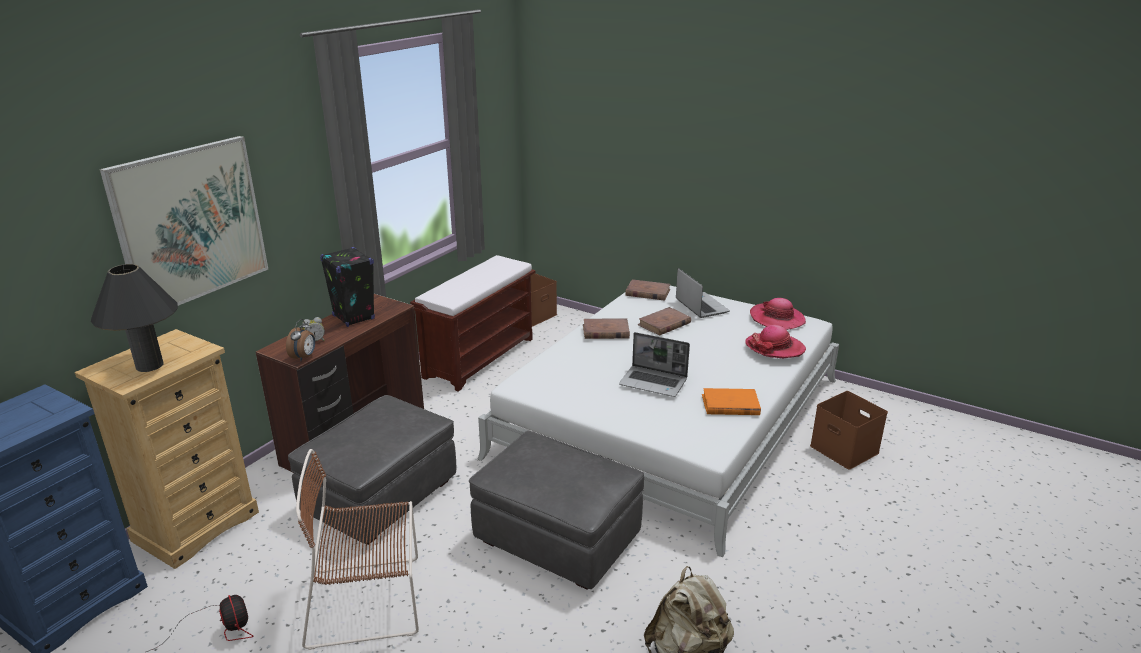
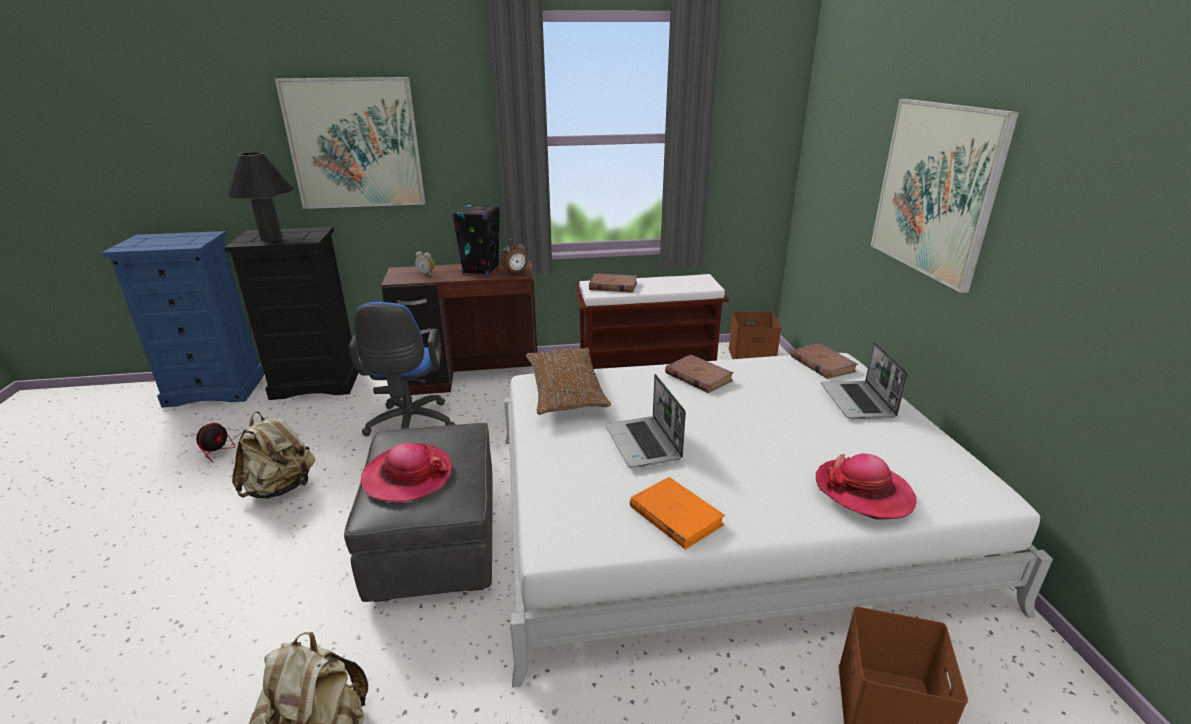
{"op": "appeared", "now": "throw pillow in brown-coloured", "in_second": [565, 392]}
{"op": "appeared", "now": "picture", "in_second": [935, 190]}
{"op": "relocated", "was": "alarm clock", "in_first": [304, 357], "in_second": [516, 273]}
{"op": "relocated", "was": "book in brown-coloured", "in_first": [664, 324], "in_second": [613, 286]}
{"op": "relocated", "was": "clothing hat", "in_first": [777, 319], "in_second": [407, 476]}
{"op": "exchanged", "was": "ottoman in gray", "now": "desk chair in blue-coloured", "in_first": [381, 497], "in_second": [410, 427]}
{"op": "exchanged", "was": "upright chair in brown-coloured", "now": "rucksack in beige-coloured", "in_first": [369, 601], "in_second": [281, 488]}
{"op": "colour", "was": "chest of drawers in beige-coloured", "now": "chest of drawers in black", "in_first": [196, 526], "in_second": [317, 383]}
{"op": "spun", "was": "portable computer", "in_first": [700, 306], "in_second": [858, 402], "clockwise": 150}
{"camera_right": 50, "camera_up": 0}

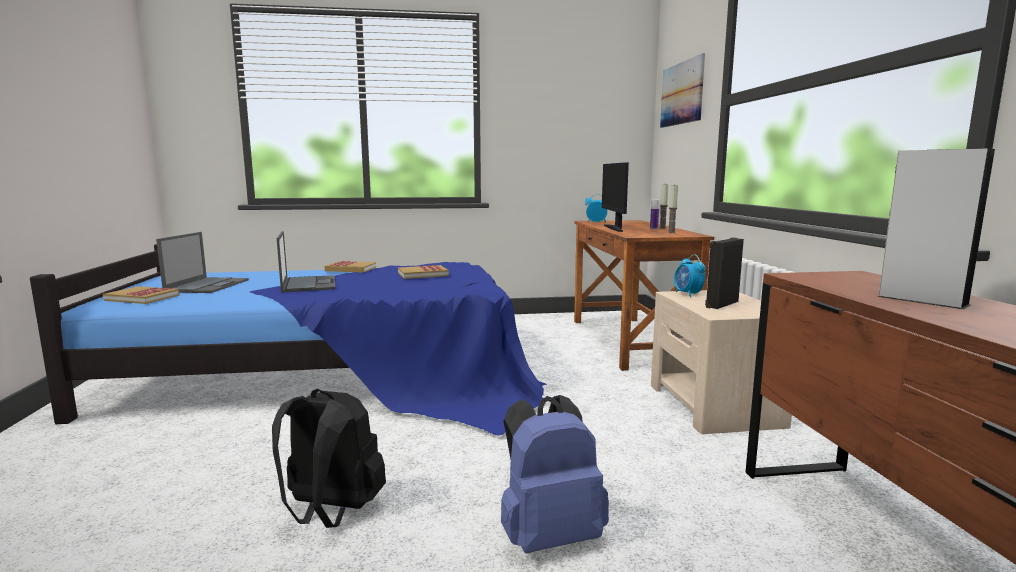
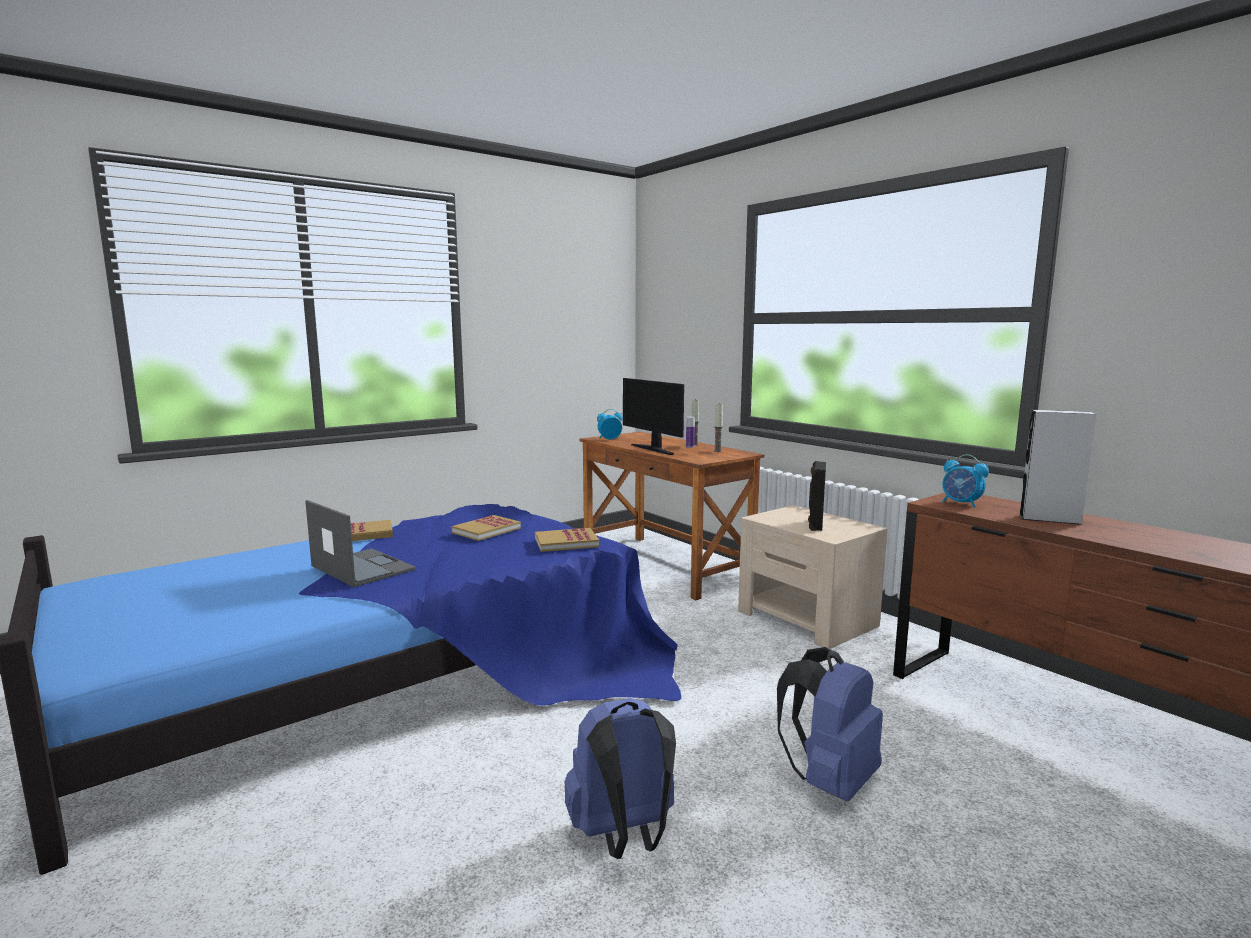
{"op": "missing", "was": "portable computer", "in_first": [208, 285]}
{"op": "missing", "was": "picture", "in_first": [681, 93]}
{"op": "relocated", "was": "book", "in_first": [142, 298], "in_second": [566, 542]}
{"op": "relocated", "was": "alarm clock", "in_first": [688, 294], "in_second": [961, 504]}
{"op": "colour", "was": "rucksack in black", "now": "rucksack in blue-coloured", "in_first": [331, 513], "in_second": [623, 837]}
{"camera_right": -30, "camera_up": 0}

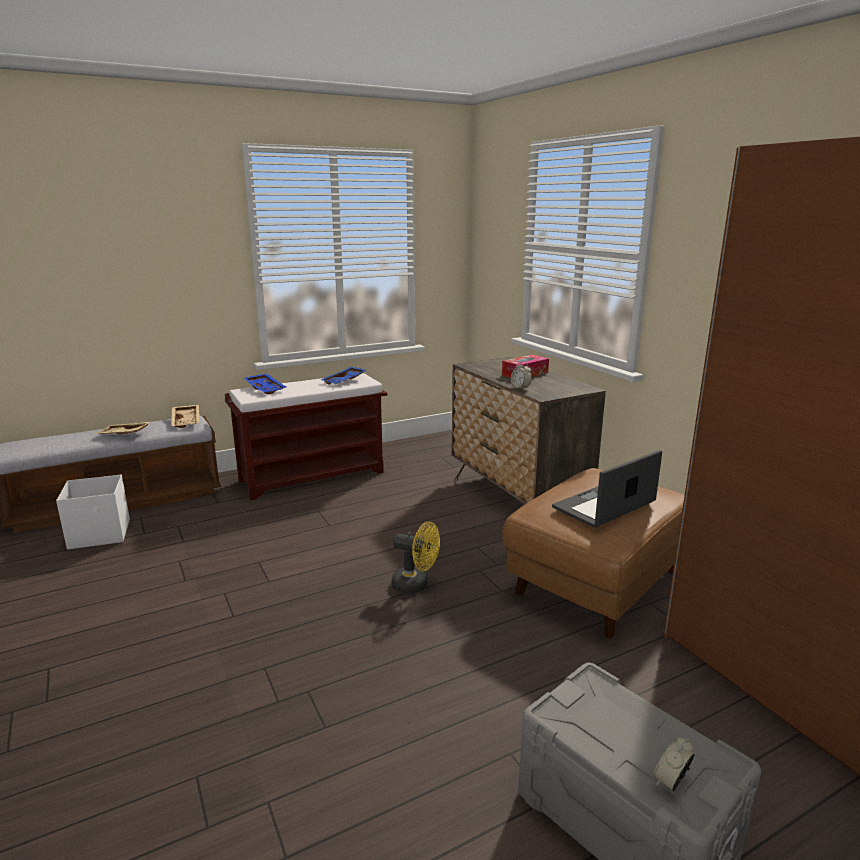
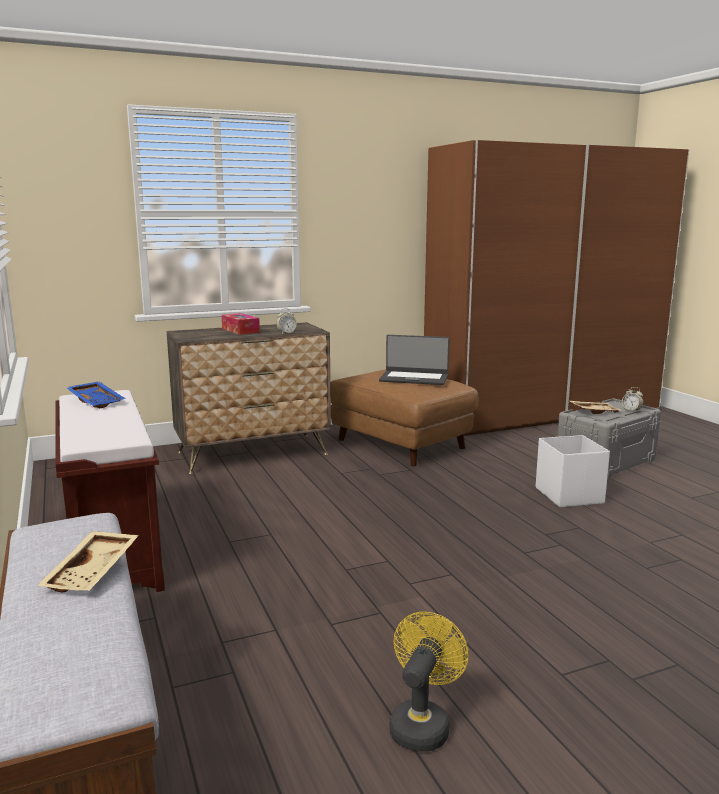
{"op": "missing", "was": "serving tray in blue-coloured", "in_first": [266, 389]}
{"op": "relocated", "was": "storage box in whitish", "in_first": [100, 534], "in_second": [569, 495]}
{"op": "relocated", "was": "serving tray in beige-coloured", "in_first": [187, 421], "in_second": [594, 412]}
{"op": "relocated", "was": "fan in yellow-coloured", "in_first": [416, 585], "in_second": [422, 723]}
{"op": "spun", "was": "portable computer", "in_first": [605, 506], "in_second": [414, 378], "clockwise": -45}
{"camera_right": -85, "camera_up": -5}

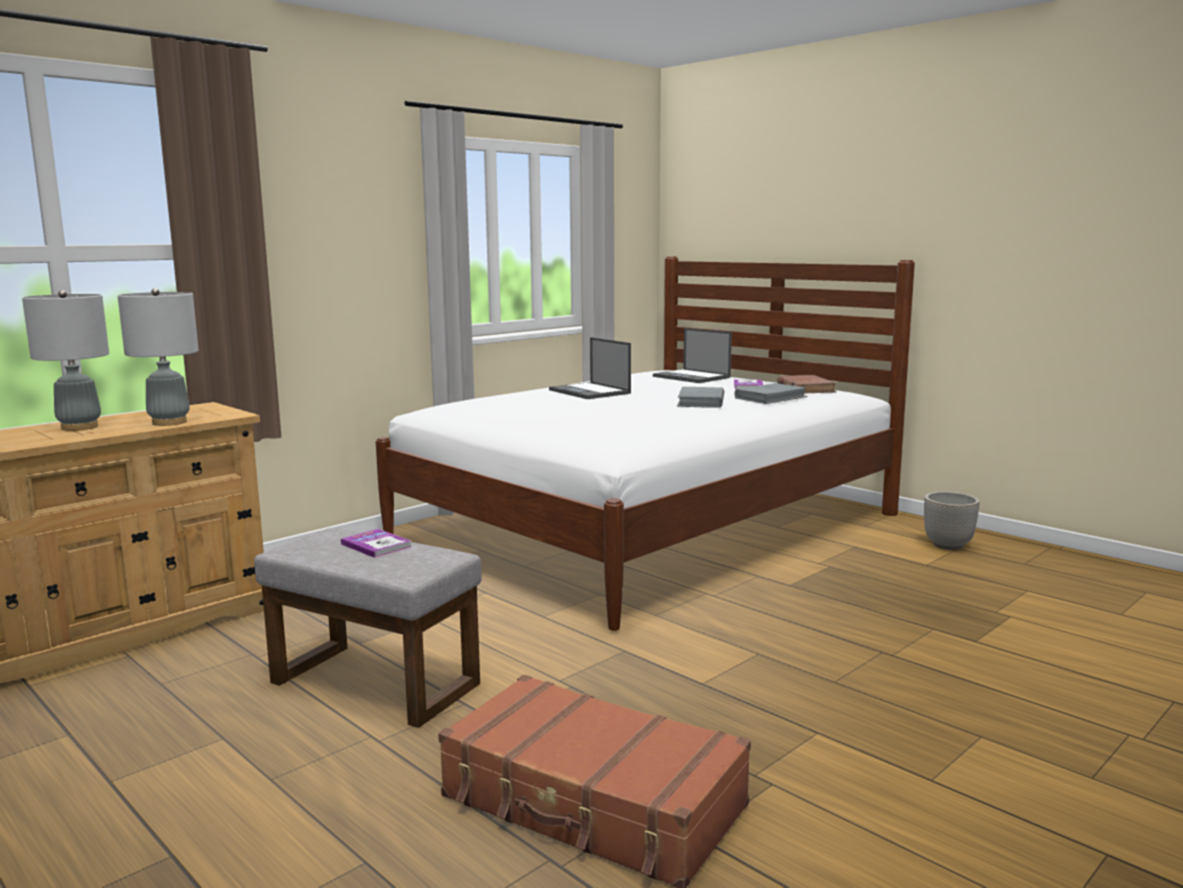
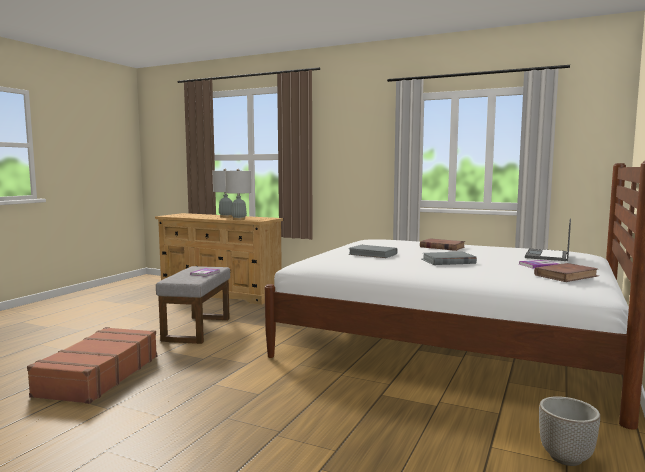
{"op": "relocated", "was": "book in gray", "in_first": [770, 398], "in_second": [373, 254]}
{"op": "exchanged", "was": "portable computer", "now": "book in brown-coloured", "in_first": [590, 392], "in_second": [442, 247]}
{"camera_right": 70, "camera_up": -5}

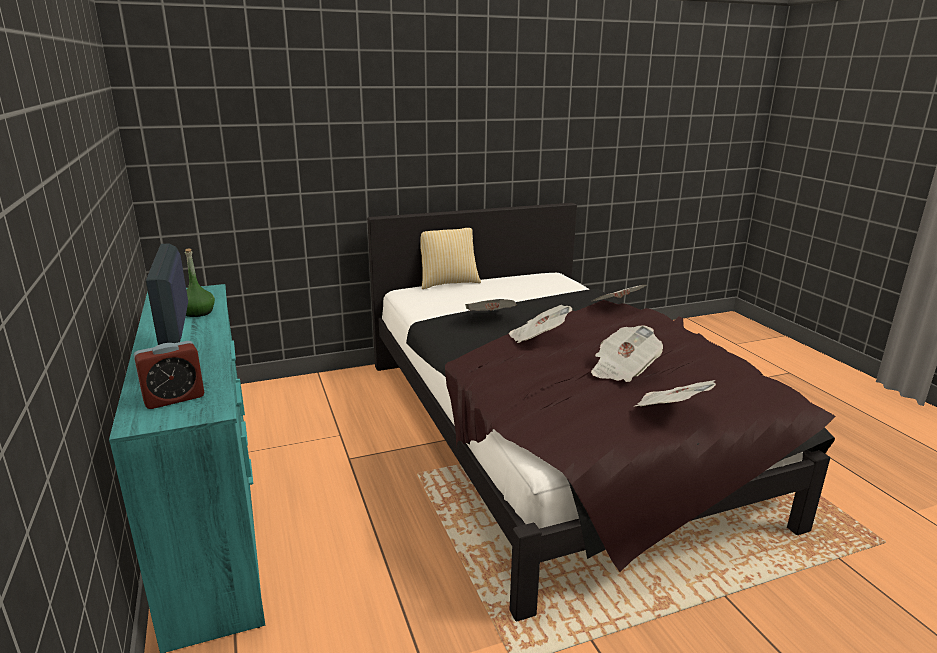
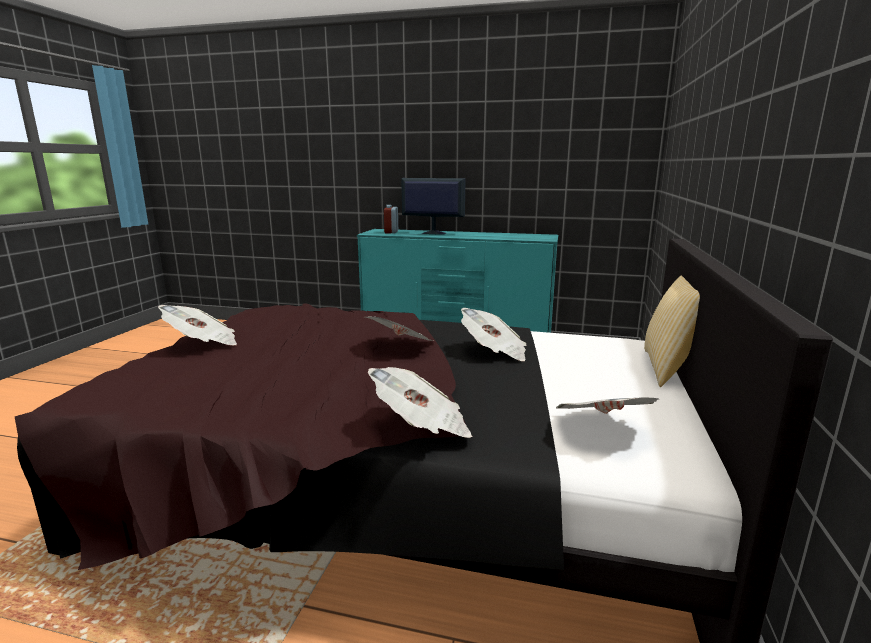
{"op": "missing", "was": "bottle in greenish", "in_first": [198, 312]}
{"op": "relocated", "was": "printed paper", "in_first": [622, 370], "in_second": [601, 428]}
{"camera_right": 125, "camera_up": -5}

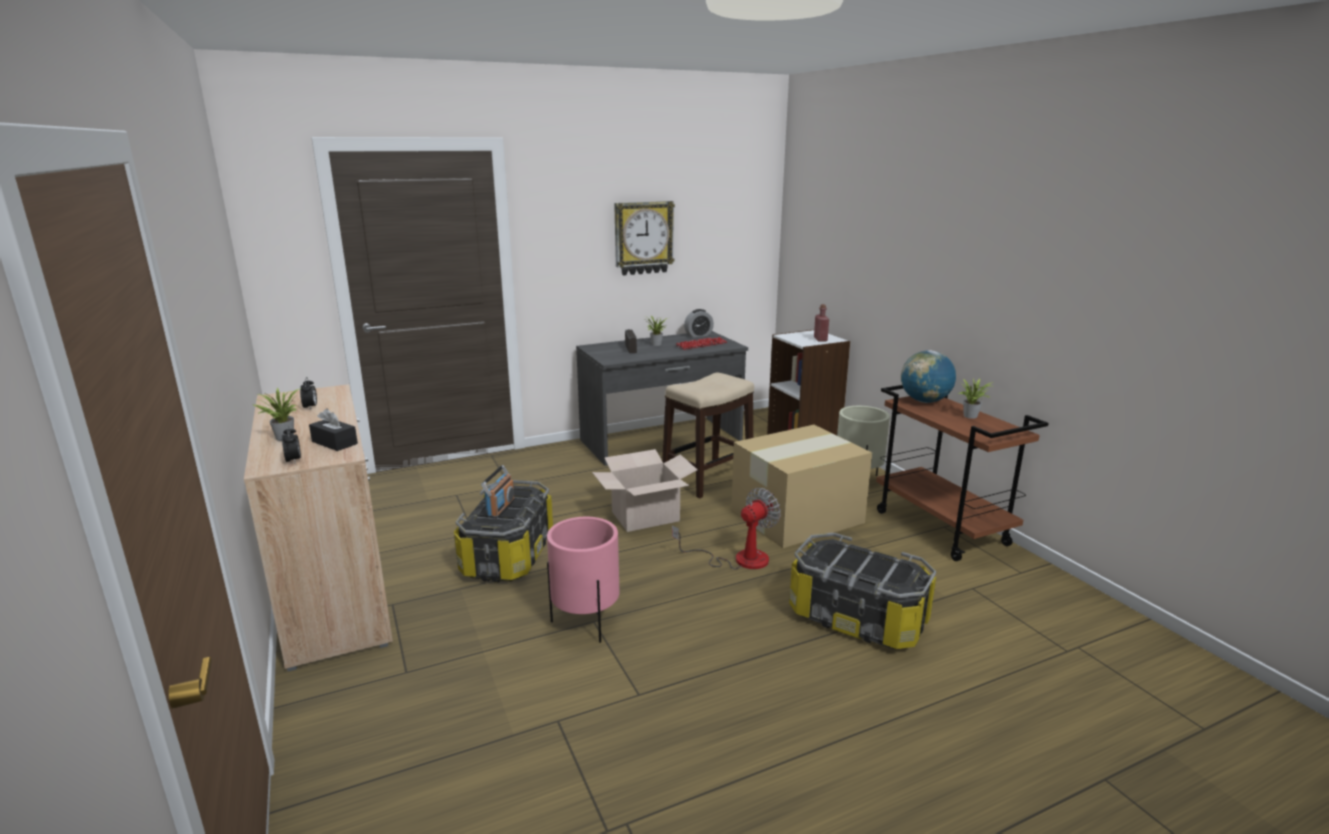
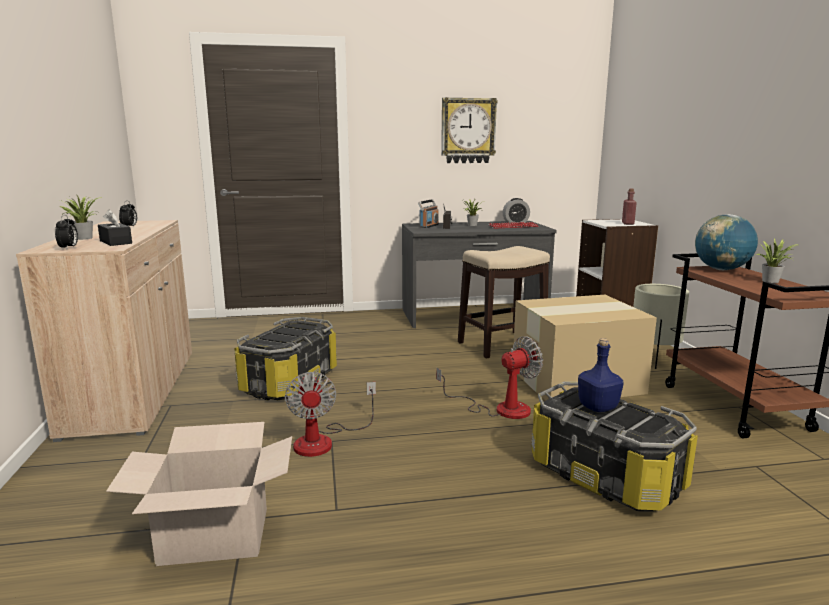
{"op": "appeared", "now": "bottle in blue-coloured", "in_second": [597, 407]}
{"op": "relocated", "was": "radio set", "in_first": [500, 508], "in_second": [429, 226]}
{"op": "relocated", "was": "cardboard box", "in_first": [645, 516], "in_second": [215, 535]}
{"op": "exchanged", "was": "flower pot in pink-coloured", "now": "fan", "in_first": [586, 622], "in_second": [324, 440]}
{"camera_right": 15, "camera_up": -5}

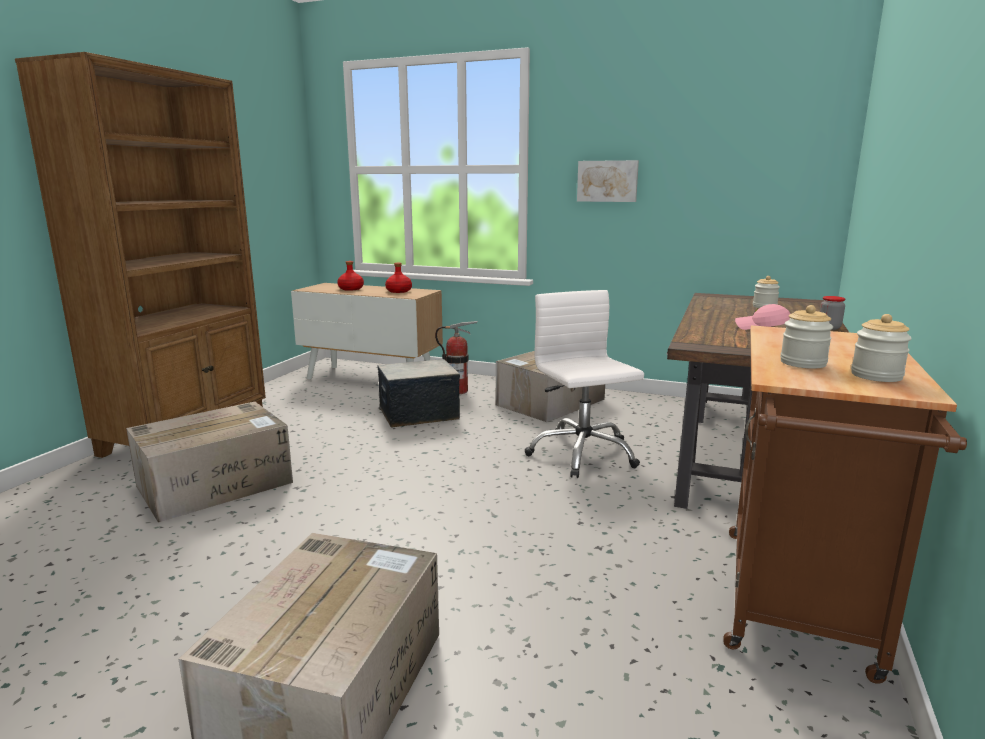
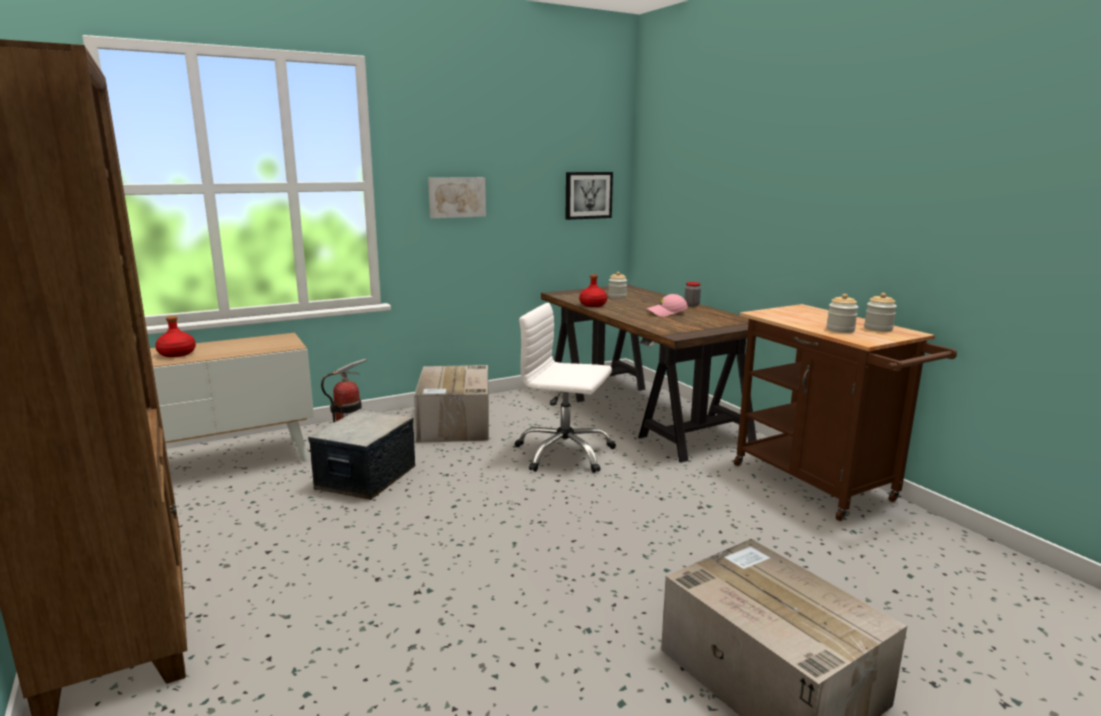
{"op": "missing", "was": "cardboard box", "in_first": [217, 483]}
{"op": "appeared", "now": "picture", "in_second": [588, 195]}
{"op": "relocated", "was": "bottle in reddish", "in_first": [398, 291], "in_second": [592, 305]}
{"camera_right": -50, "camera_up": 0}

